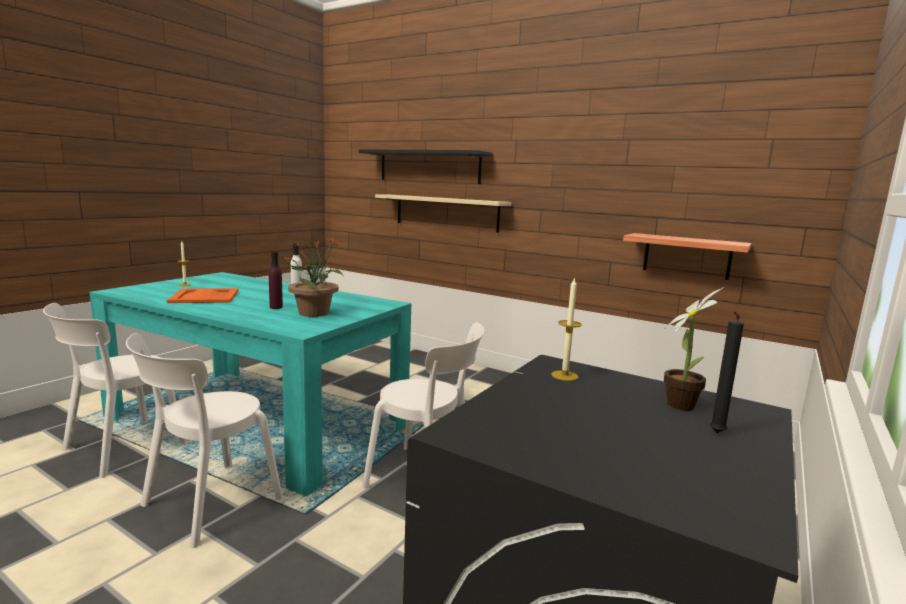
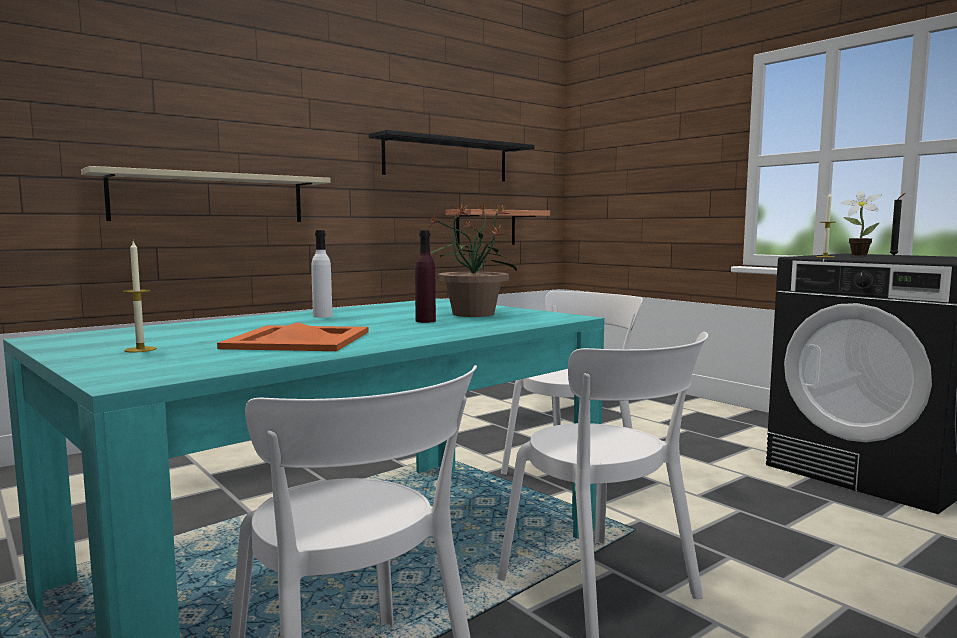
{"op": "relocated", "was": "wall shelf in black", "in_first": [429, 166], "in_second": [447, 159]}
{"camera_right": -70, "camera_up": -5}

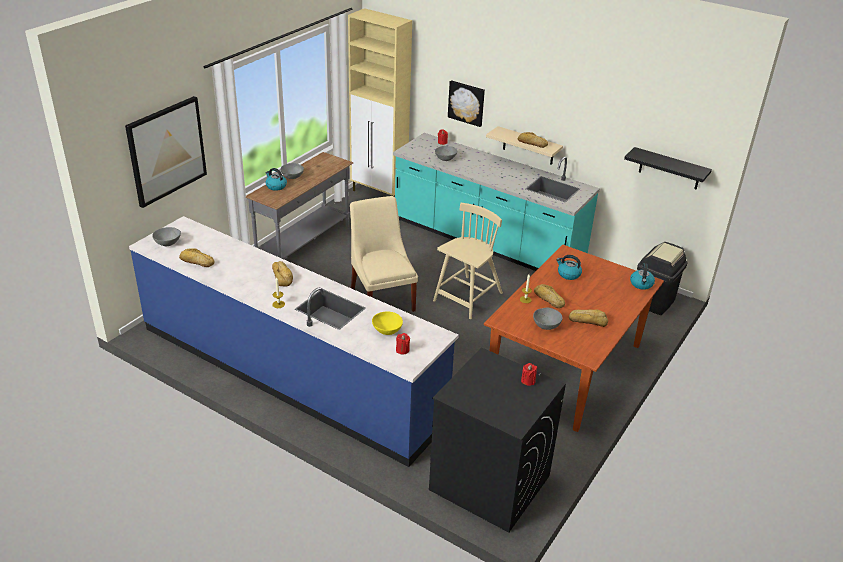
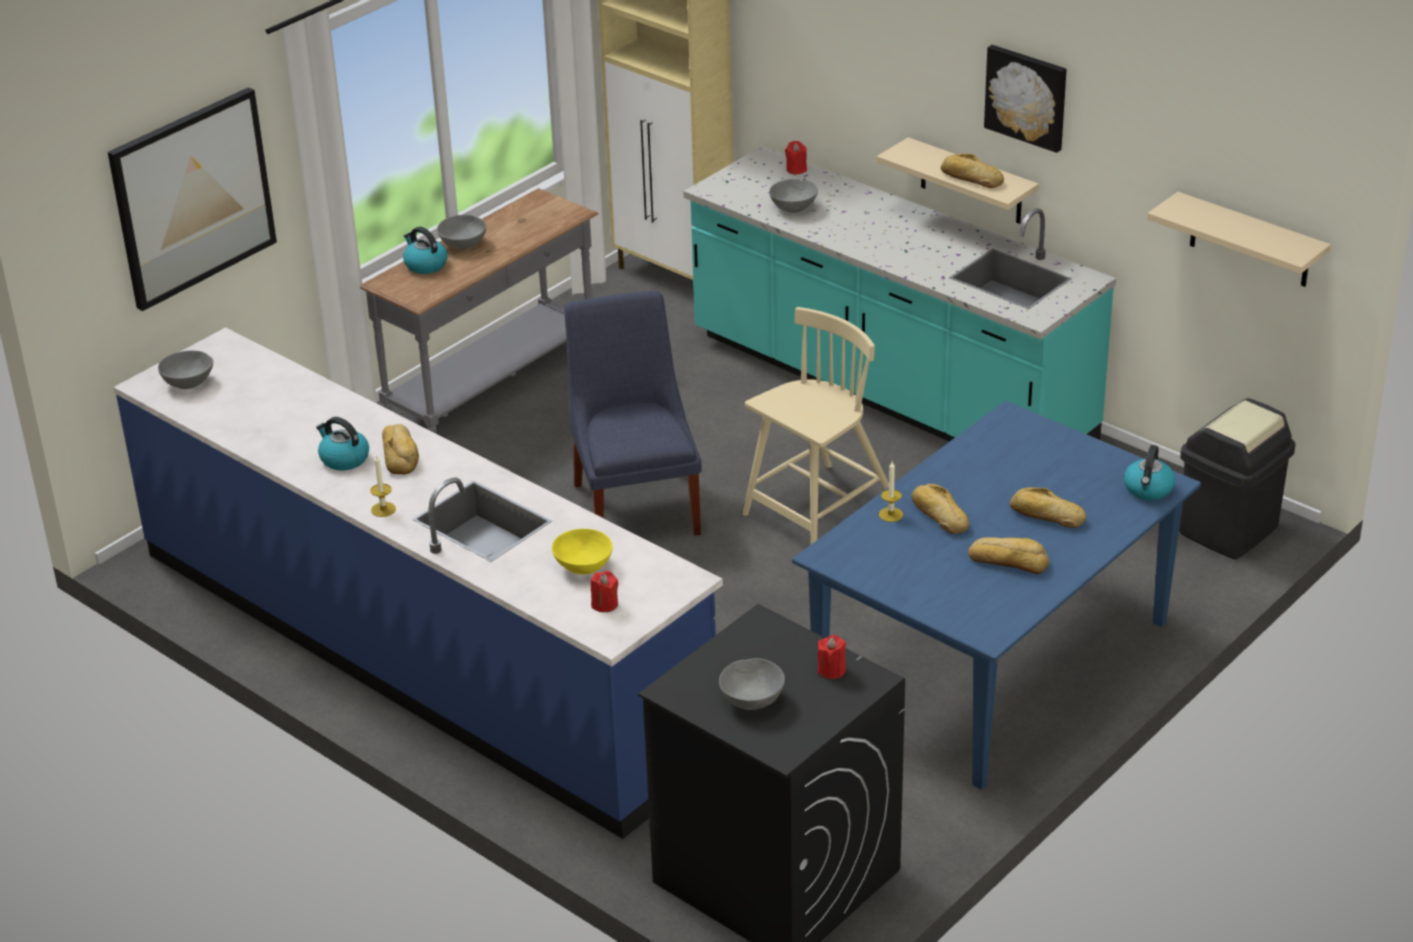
{"op": "relocated", "was": "bakery bread", "in_first": [196, 261], "in_second": [1046, 515]}
{"op": "relocated", "was": "picture", "in_first": [466, 103], "in_second": [1027, 96]}
{"op": "relocated", "was": "deep dish in gray", "in_first": [546, 325], "in_second": [752, 700]}
{"op": "relocated", "was": "kettle", "in_first": [568, 274], "in_second": [343, 459]}
{"op": "colour", "was": "upright chair in beige-coloured", "now": "upright chair in blue-coloured", "in_first": [382, 297], "in_second": [636, 504]}
{"op": "colour", "was": "kitchen table in brown-coloured", "now": "kitchen table in blue-coloured", "in_first": [566, 368], "in_second": [993, 662]}
{"op": "colour", "was": "wall shelf in black", "now": "wall shelf in beige-coloured", "in_first": [669, 169], "in_second": [1250, 241]}
{"camera_right": 10, "camera_up": 0}

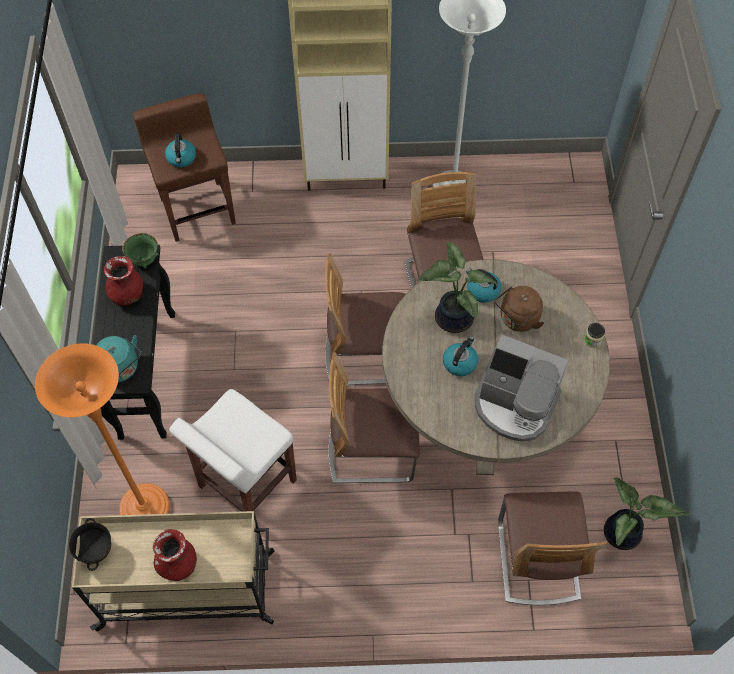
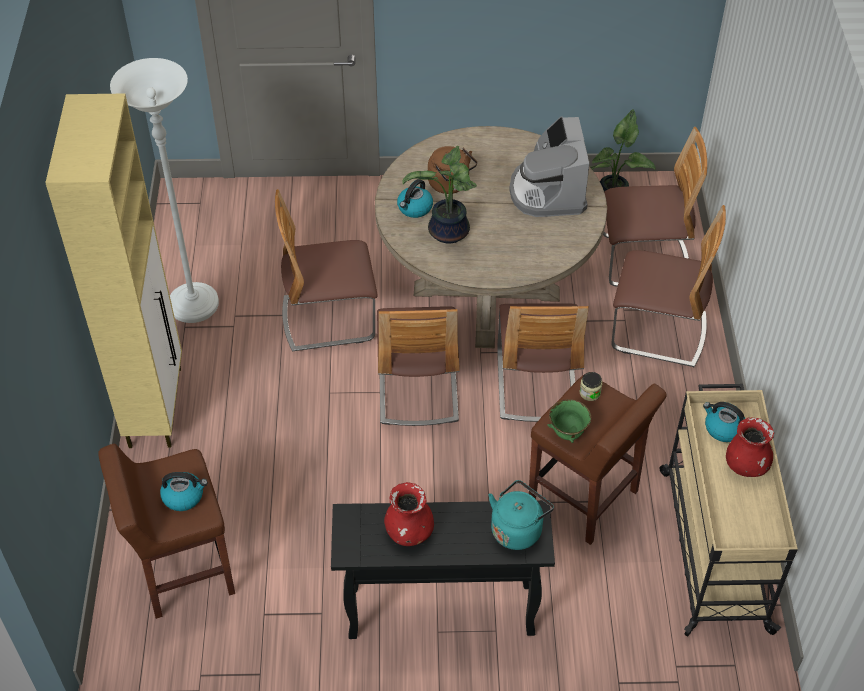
{"op": "missing", "was": "standing lamp in orange", "in_first": [145, 508]}
{"op": "missing", "was": "deep dish in black", "in_first": [95, 550]}
{"op": "appeared", "now": "upright chair", "in_second": [658, 332]}
{"op": "relocated", "was": "deep dish in greenish", "in_first": [144, 260], "in_second": [567, 433]}
{"op": "relocated", "was": "kettle", "in_first": [460, 362], "in_second": [723, 428]}
{"op": "relocated", "was": "storage jar", "in_first": [592, 339], "in_second": [590, 393]}
{"op": "colour", "was": "stool seat in whitish", "now": "stool seat in brown-coloured", "in_first": [246, 484], "in_second": [584, 498]}
{"op": "spun", "was": "coffee brewer", "in_first": [515, 404], "in_second": [548, 192], "clockwise": 150}
{"camera_right": -90, "camera_up": -10}

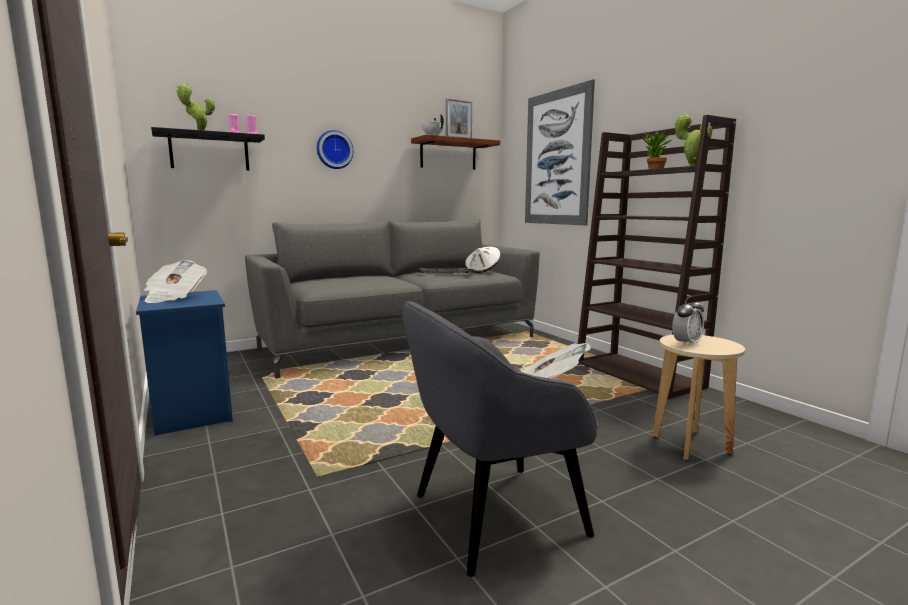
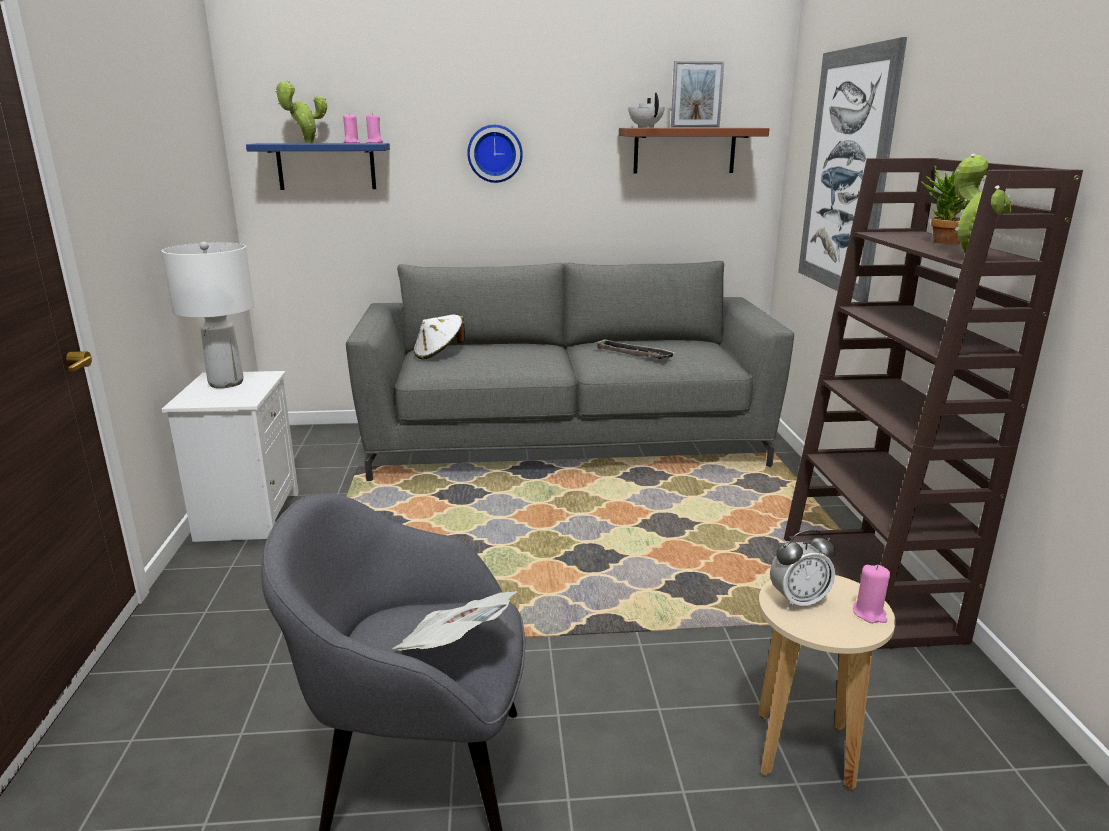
{"op": "appeared", "now": "candle in pink-coloured", "in_second": [869, 613]}
{"op": "relocated", "was": "clothing hat in whitish", "in_first": [482, 271], "in_second": [439, 354]}
{"op": "exchanged", "was": "printed paper", "now": "table lamp in whitish", "in_first": [174, 297], "in_second": [226, 383]}
{"op": "colour", "was": "night table in blue-coloured", "now": "night table in whitish", "in_first": [191, 412], "in_second": [247, 516]}
{"op": "colour", "was": "wall shelf in black", "now": "wall shelf in blue-coloured", "in_first": [209, 152], "in_second": [326, 166]}
{"camera_right": 25, "camera_up": 10}

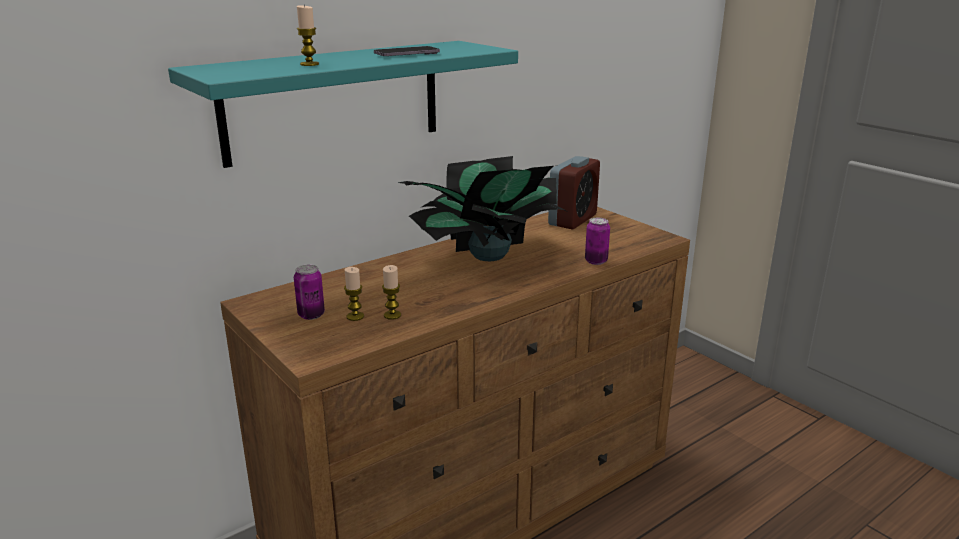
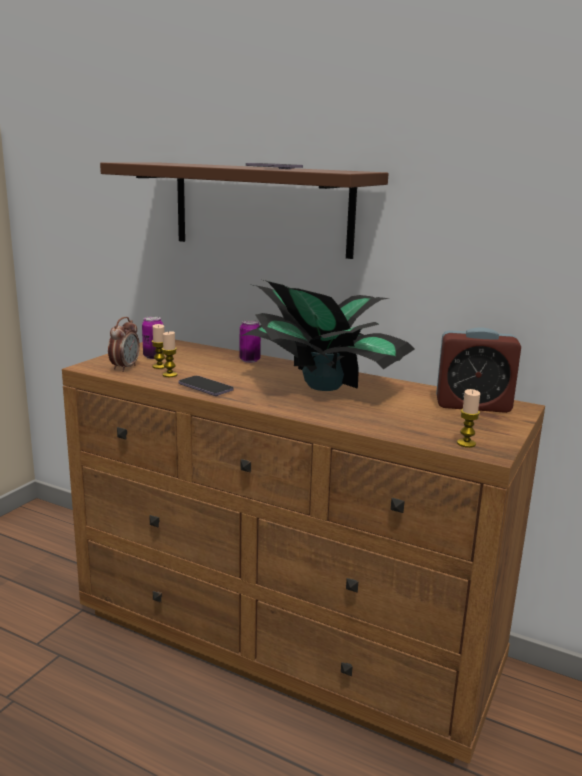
{"op": "appeared", "now": "alarm clock", "in_second": [125, 368]}
{"op": "appeared", "now": "telephone", "in_second": [205, 387]}
{"op": "relocated", "was": "candle", "in_first": [309, 64], "in_second": [466, 443]}
{"op": "relocated", "was": "metal can", "in_first": [596, 261], "in_second": [249, 360]}
{"op": "colour", "was": "wall shelf in turquoise", "now": "wall shelf in brown-coloured", "in_first": [334, 101], "in_second": [261, 208]}
{"camera_right": 65, "camera_up": -5}

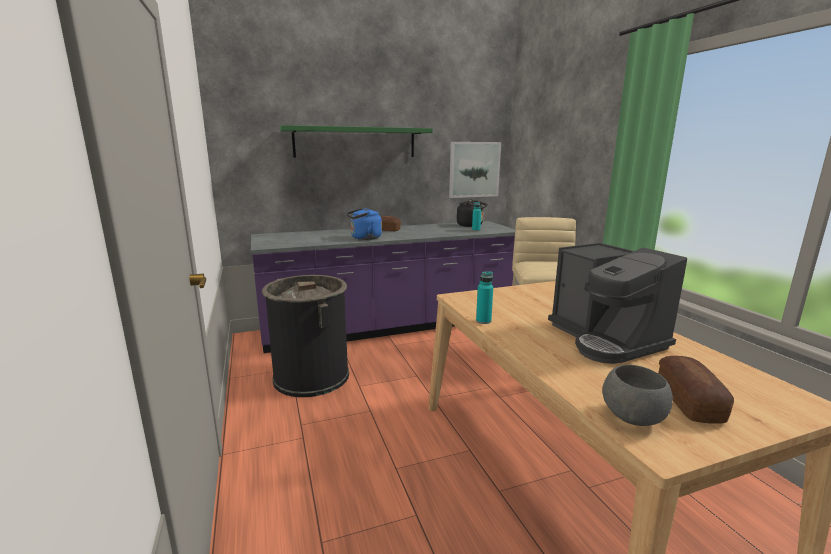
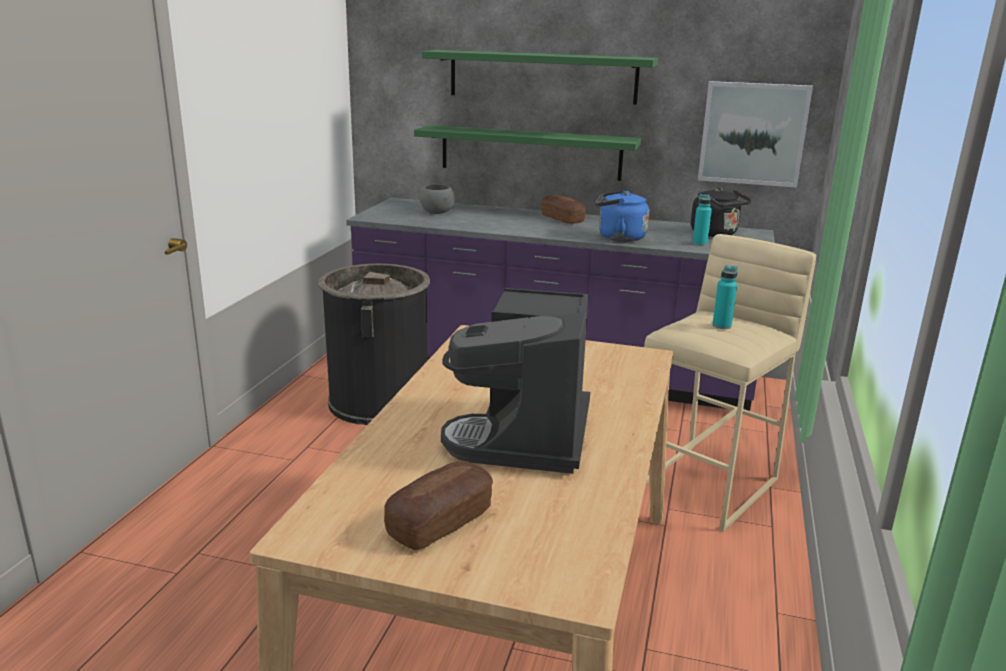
{"op": "appeared", "now": "wall shelf in greenish", "in_second": [530, 152]}
{"op": "relocated", "was": "kettle in blue-coloured", "in_first": [364, 238], "in_second": [618, 237]}
{"op": "relocated", "was": "bottle in turquoise", "in_first": [483, 321], "in_second": [721, 326]}
{"op": "relocated", "was": "deep dish in gray", "in_first": [631, 418], "in_second": [436, 213]}
{"camera_right": 35, "camera_up": 5}

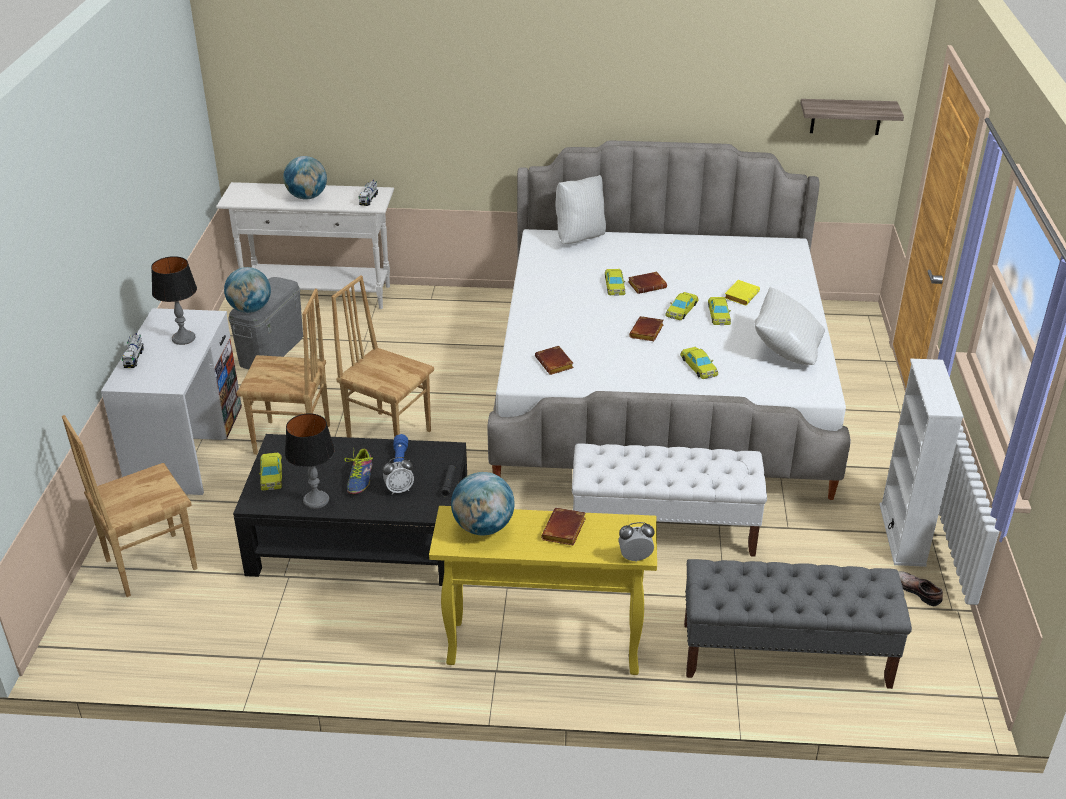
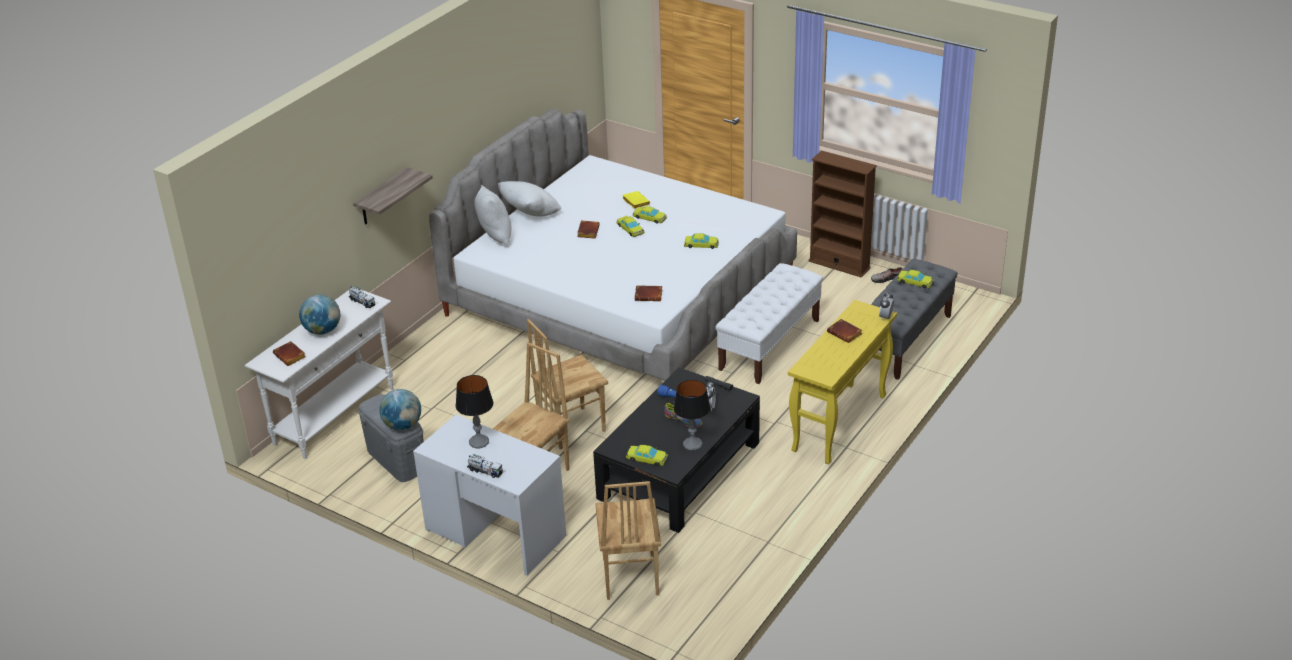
{"op": "missing", "was": "globe", "in_first": [483, 527]}
{"op": "relocated", "was": "model car in yellow-coloured", "in_first": [614, 285], "in_second": [915, 282]}
{"op": "relocated", "was": "book in brown-coloured", "in_first": [647, 333], "in_second": [291, 356]}
{"op": "relocated", "was": "throw pillow in whitish", "in_first": [786, 350], "in_second": [530, 214]}
{"op": "relocated", "was": "wall shelf", "in_first": [846, 116], "in_second": [382, 197]}
{"op": "colour", "was": "bookcase in whitish", "now": "bookcase in brown-coloured", "in_first": [902, 534], "in_second": [839, 264]}
{"camera_right": -60, "camera_up": 0}

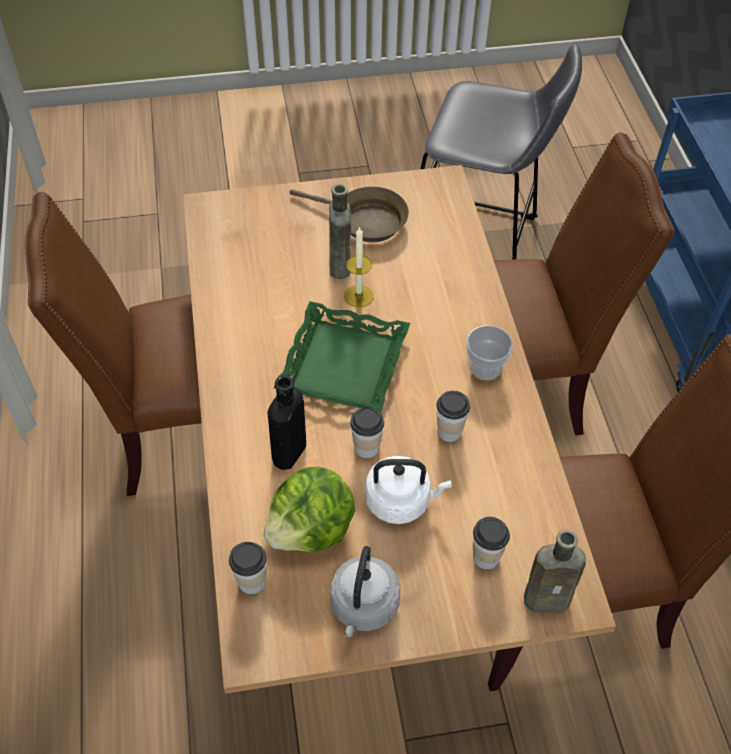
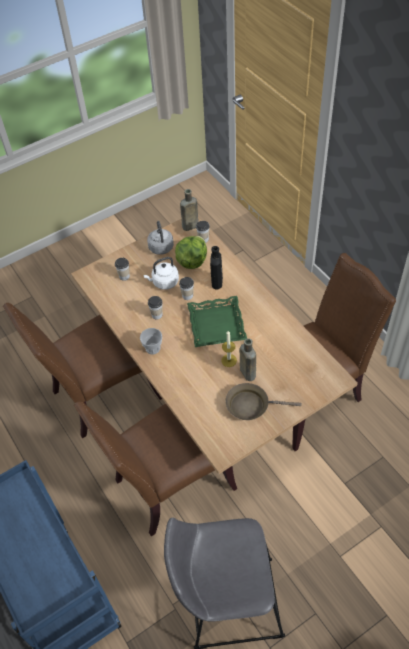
{"op": "relocated", "was": "bottle in brown-coloured", "in_first": [550, 600], "in_second": [189, 226]}
{"camera_right": 160, "camera_up": 0}

